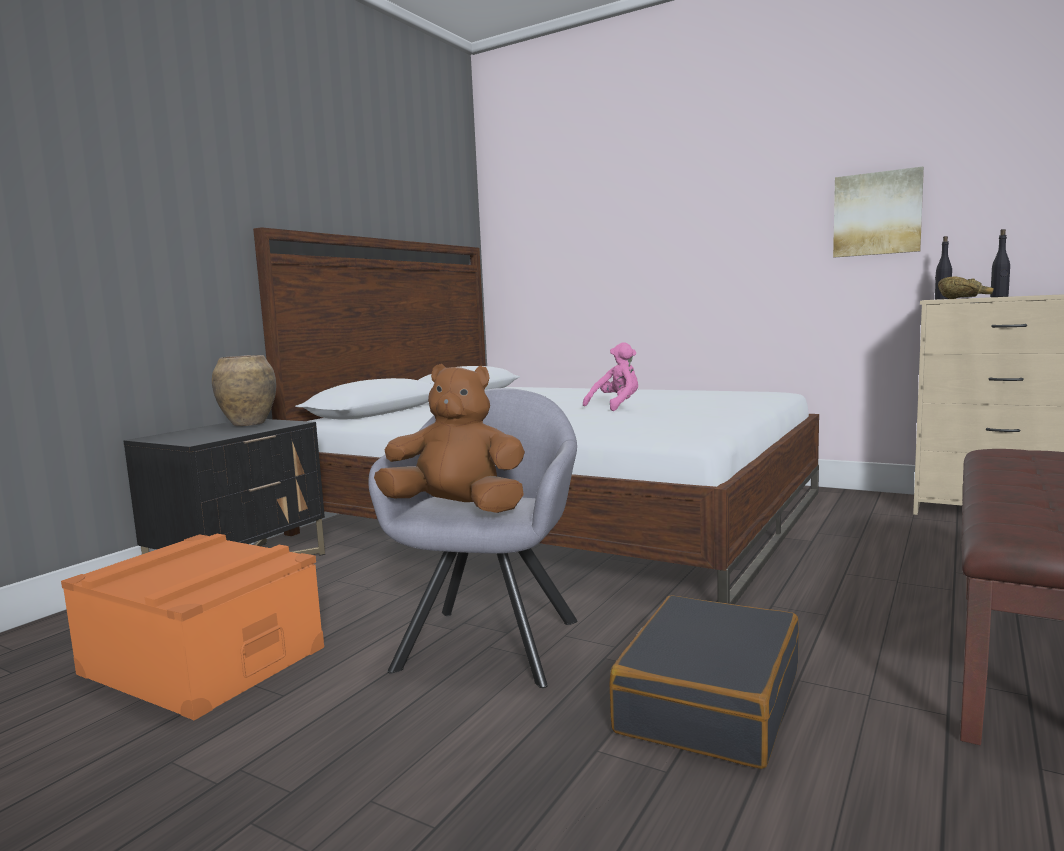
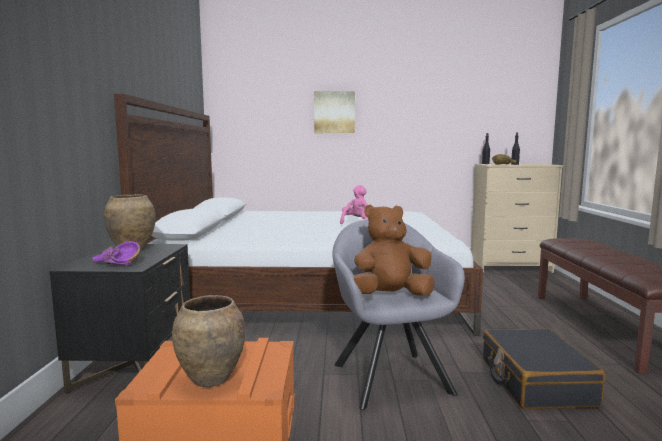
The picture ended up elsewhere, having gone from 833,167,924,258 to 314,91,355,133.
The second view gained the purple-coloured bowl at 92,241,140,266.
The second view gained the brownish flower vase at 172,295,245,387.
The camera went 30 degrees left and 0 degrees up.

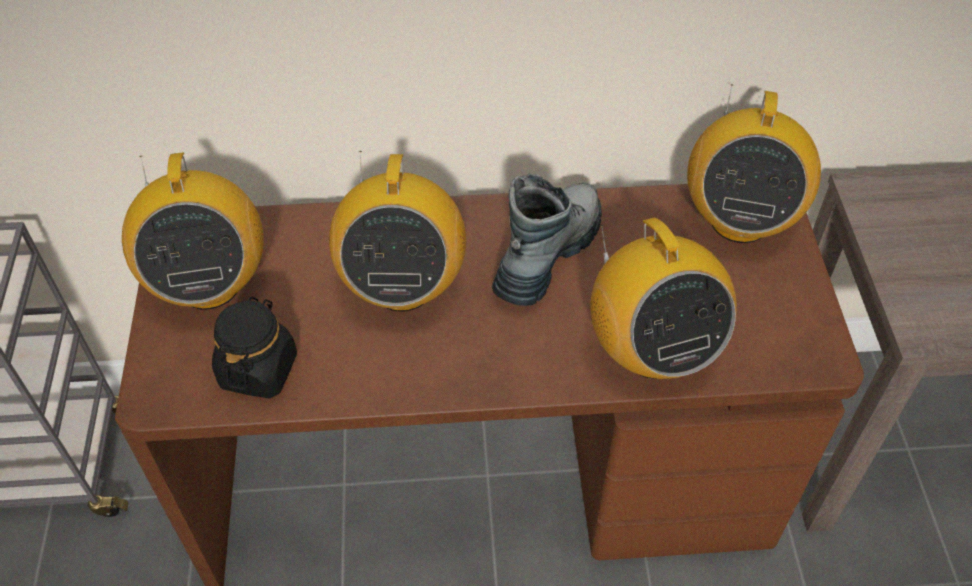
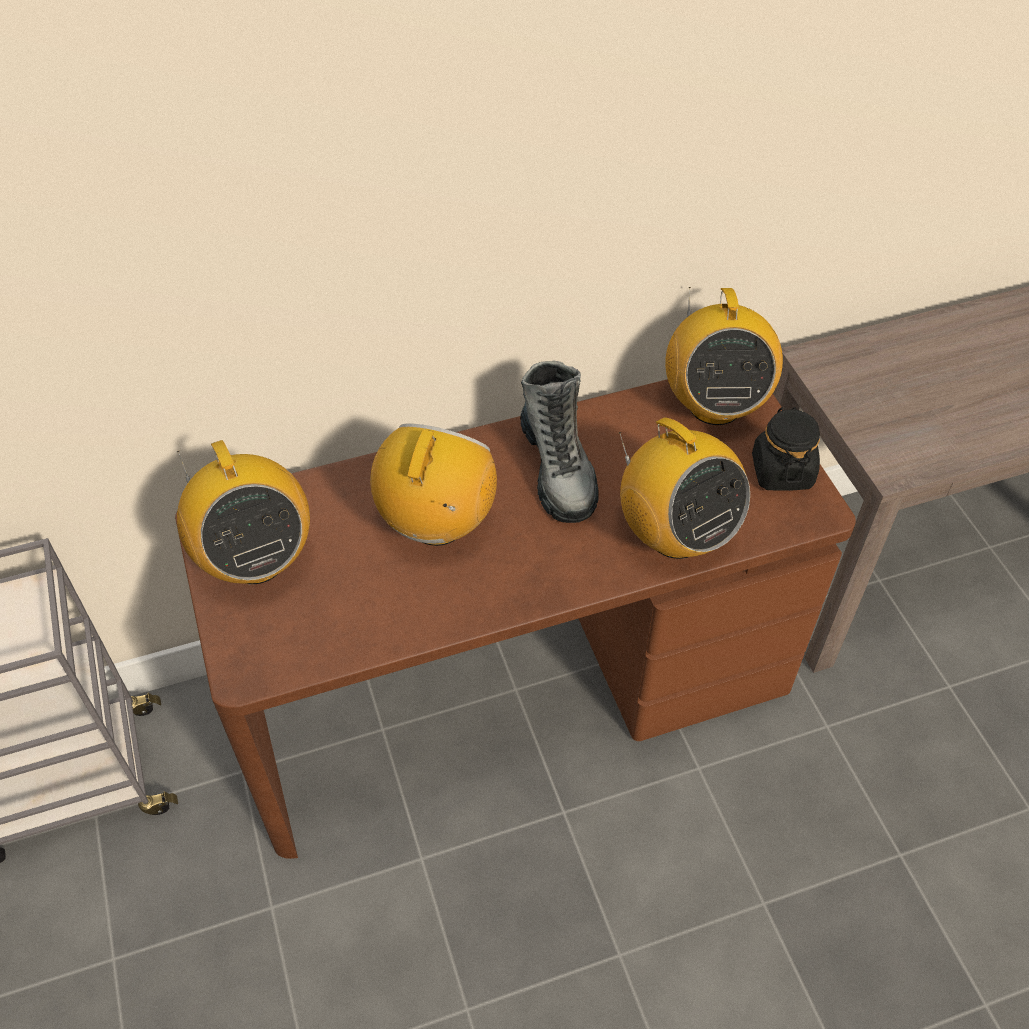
The radio receiver at 329,151,466,312 ended up facing another way, 150 degrees counterclockwise from before.
The tall boot at 492,173,602,306 ended up facing another way, 150 degrees clockwise from before.
The blackish storage jar ended up elsewhere, having gone from 212,297,297,398 to 752,407,820,491.
The camera went 15 degrees left and 0 degrees up.

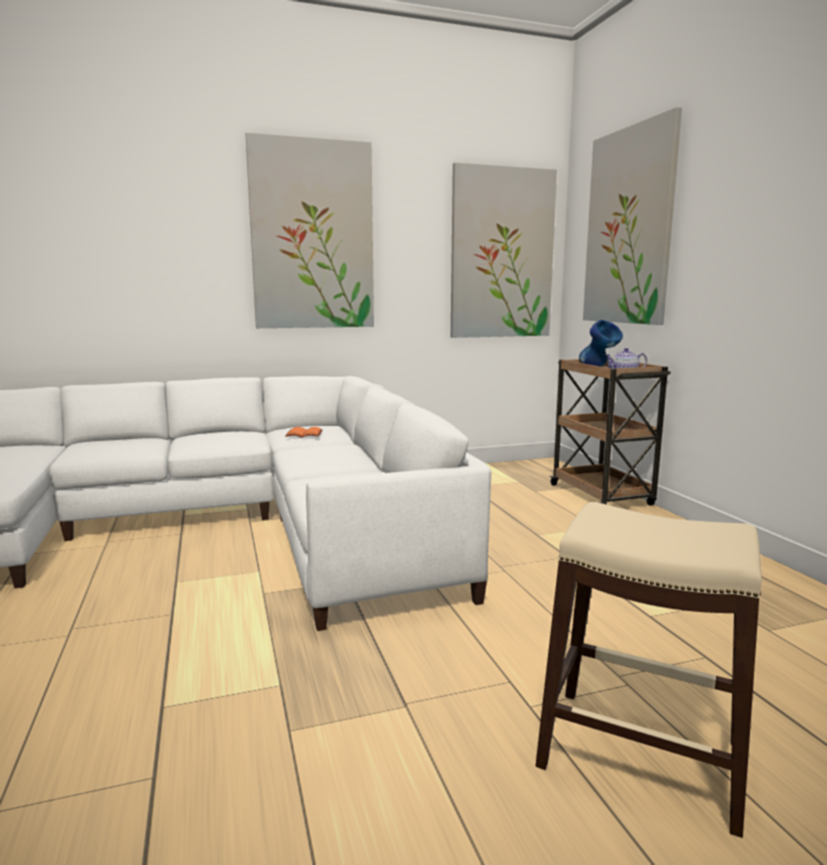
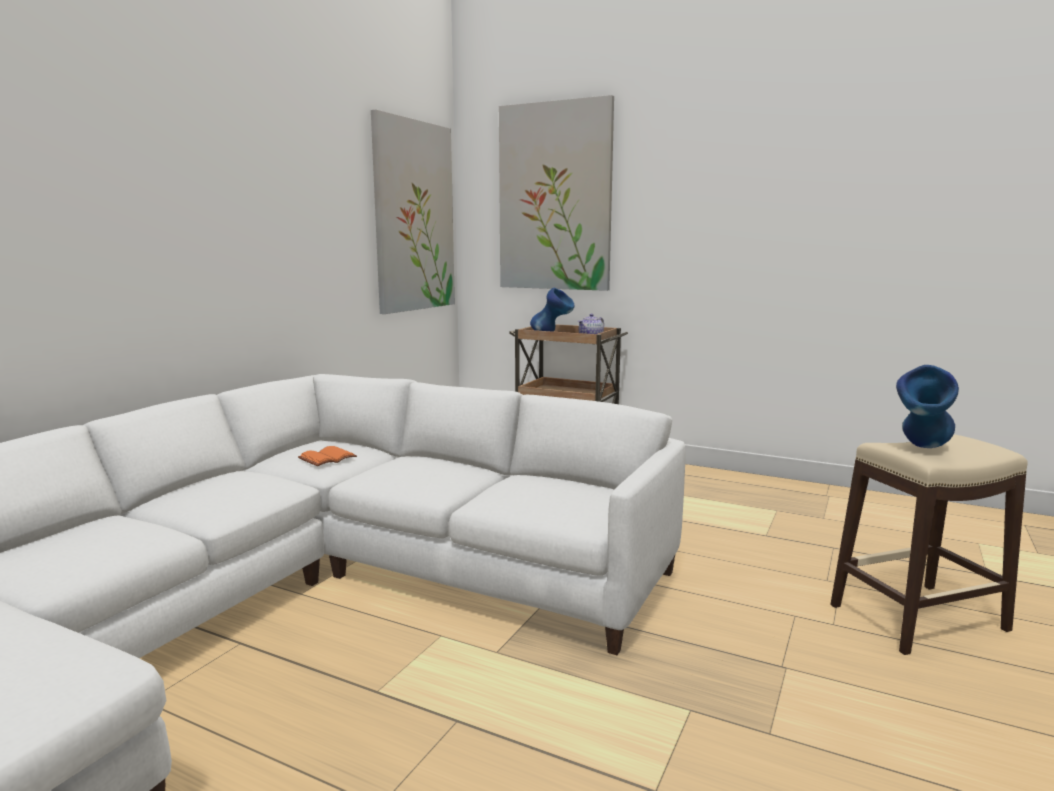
The second view lost the picture at 246,133,374,328.
The second view gained the bluish flower vase at 896,365,959,448.
The camera went 45 degrees left and 0 degrees up.

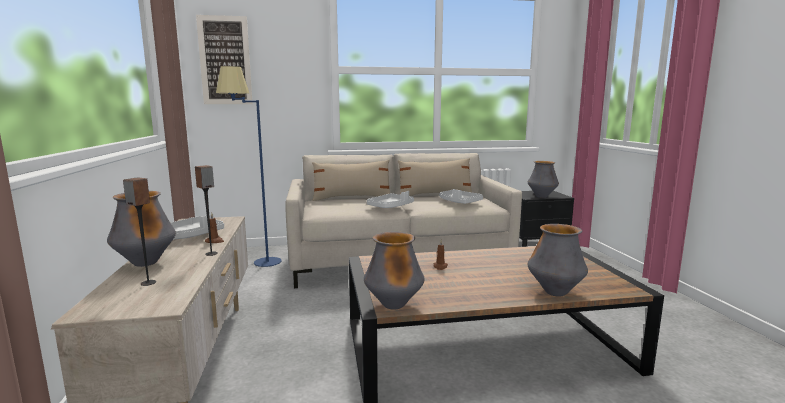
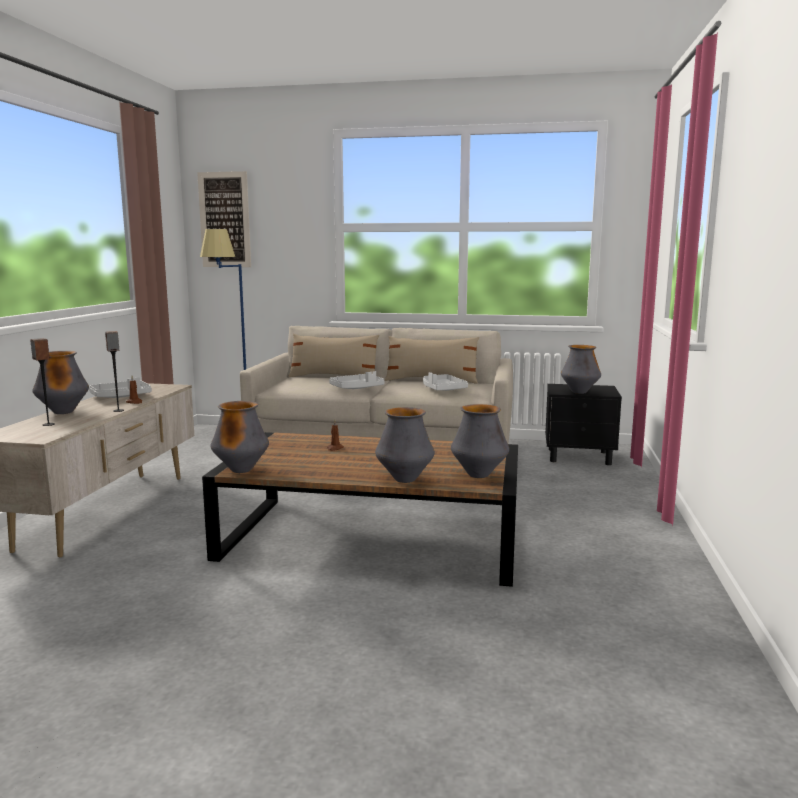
The second view gained the flower vase at 451,404,509,478.
The camera went 20 degrees right and 0 degrees up.

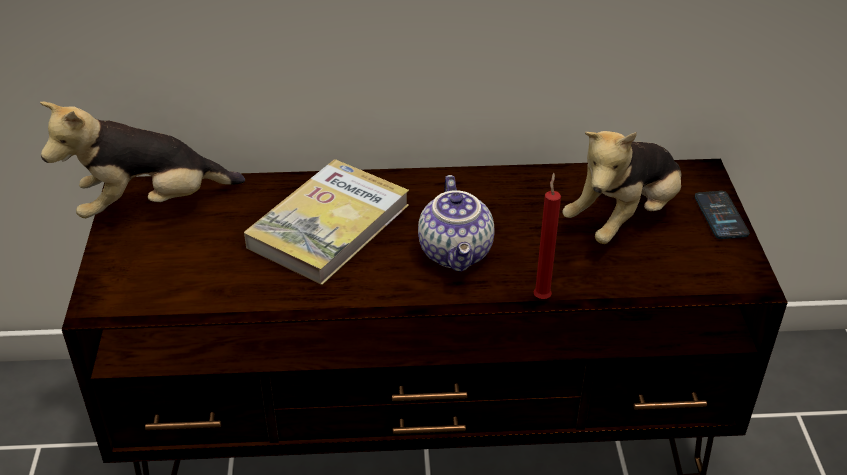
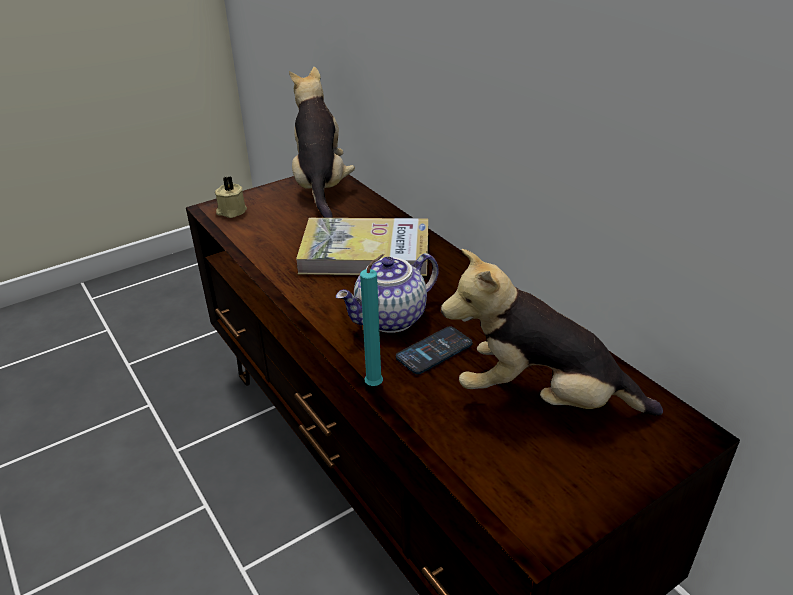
The plush toy at 40,102,245,218 ended up facing another way, 45 degrees clockwise from before.
What was the red wax candle at 533,173,561,299 turned into the turquoise wax candle at 360,254,384,386.
The telephone ended up elsewhere, having gone from 695,191,749,239 to 396,326,472,374.
The second view gained the beige wax candle at 215,176,247,218.
The camera went 60 degrees right and 5 degrees down.

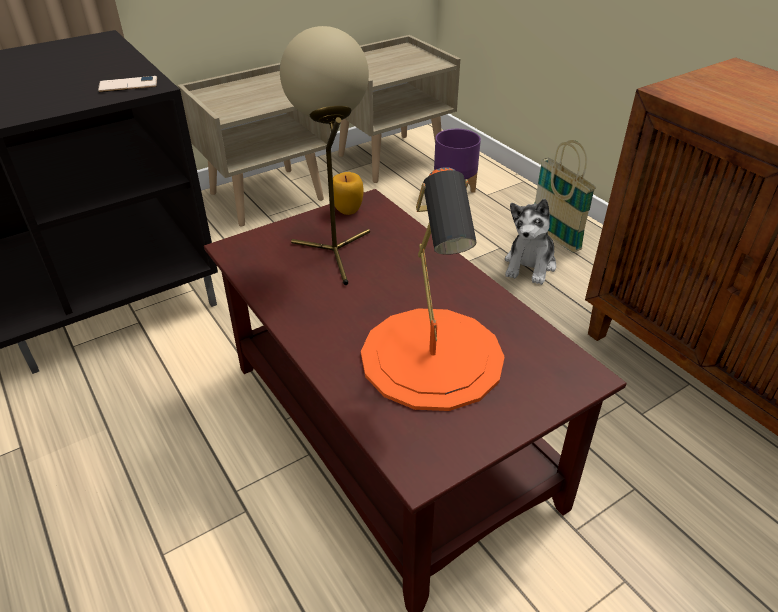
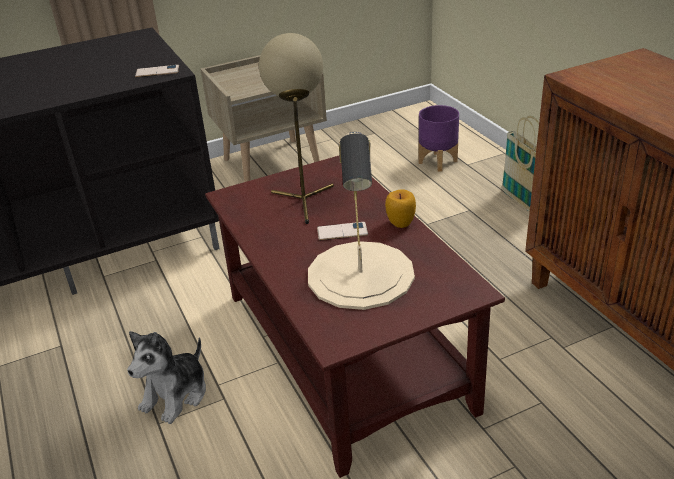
The second view lost the beige nightstand at 338,35,460,183.
What was the orange tabletop lamp at 361,168,505,411 turned into the beige tabletop lamp at 308,132,415,310.
The apple fruit ended up elsewhere, having gone from 333,172,364,215 to 385,189,416,228.
The plush toy ended up elsewhere, having gone from 505,199,556,285 to 127,331,206,424.
The second view gained the telephone at 317,222,368,240.
The camera went 10 degrees right and 5 degrees down.

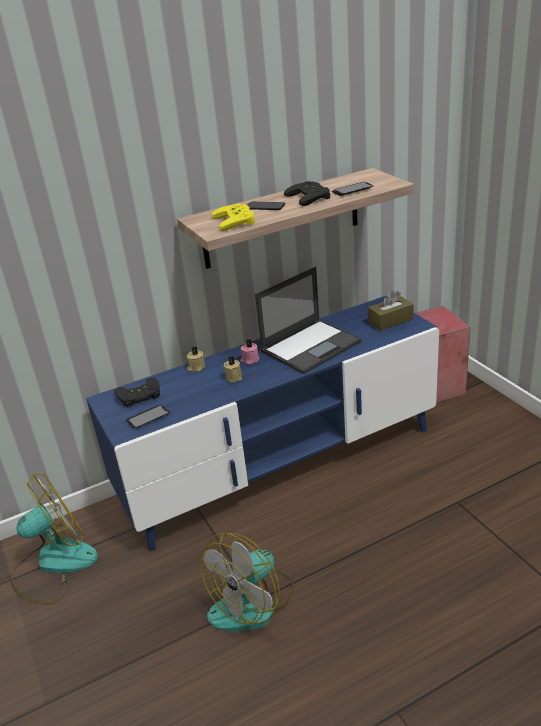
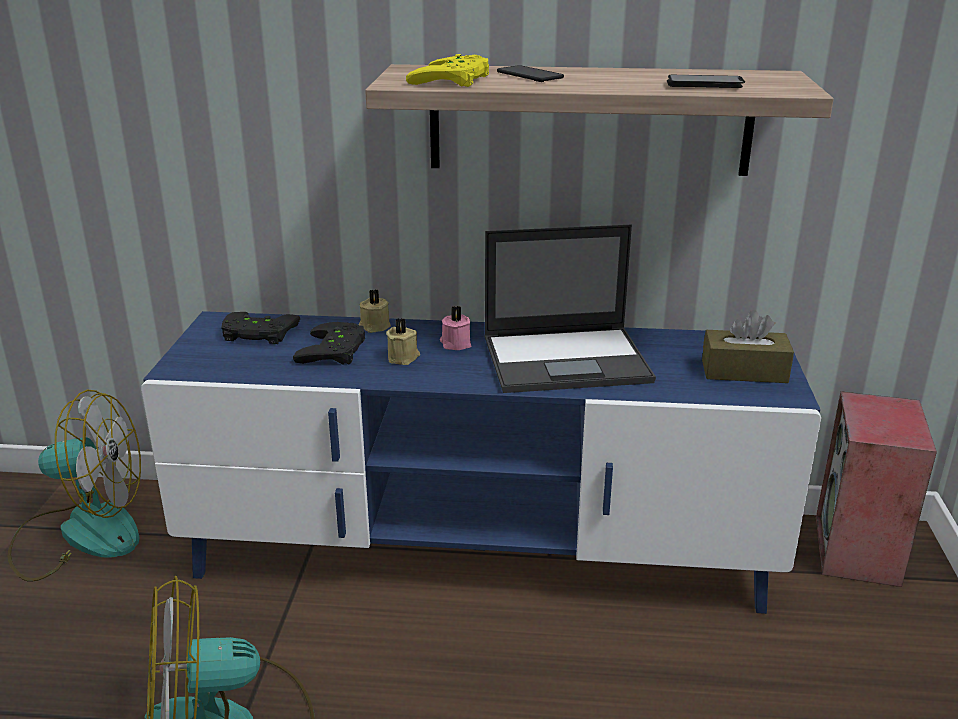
The blackish game controller ended up elsewhere, having gone from 284,181,330,206 to 293,322,365,365.
The second view lost the telephone at 126,405,169,428.
The camera went 30 degrees right and 5 degrees down.

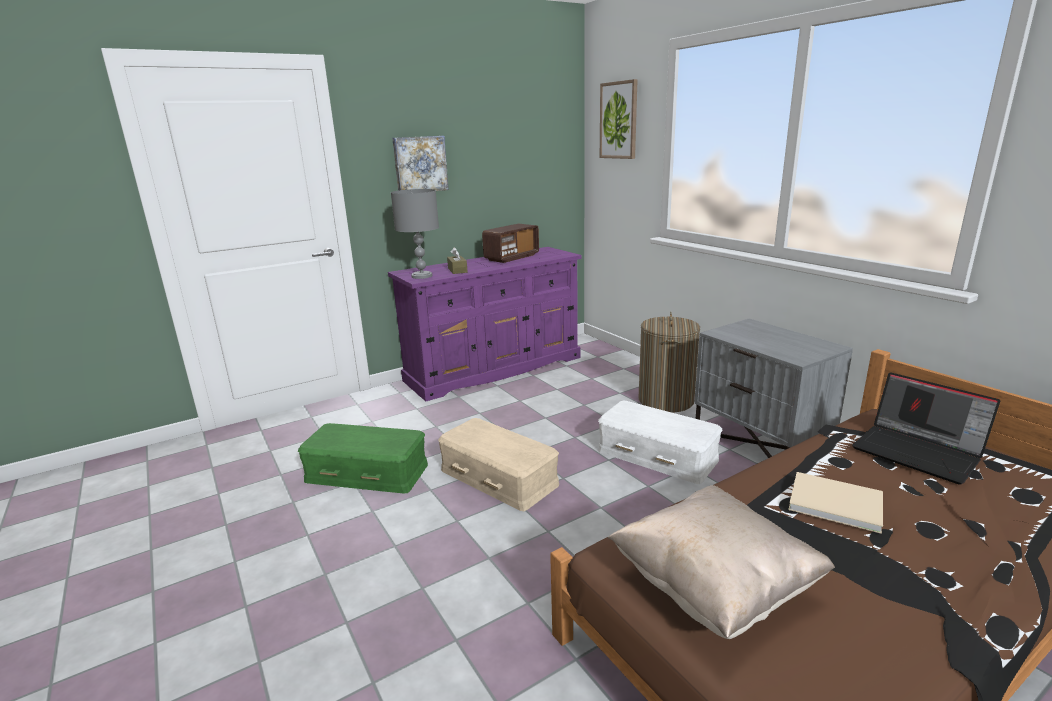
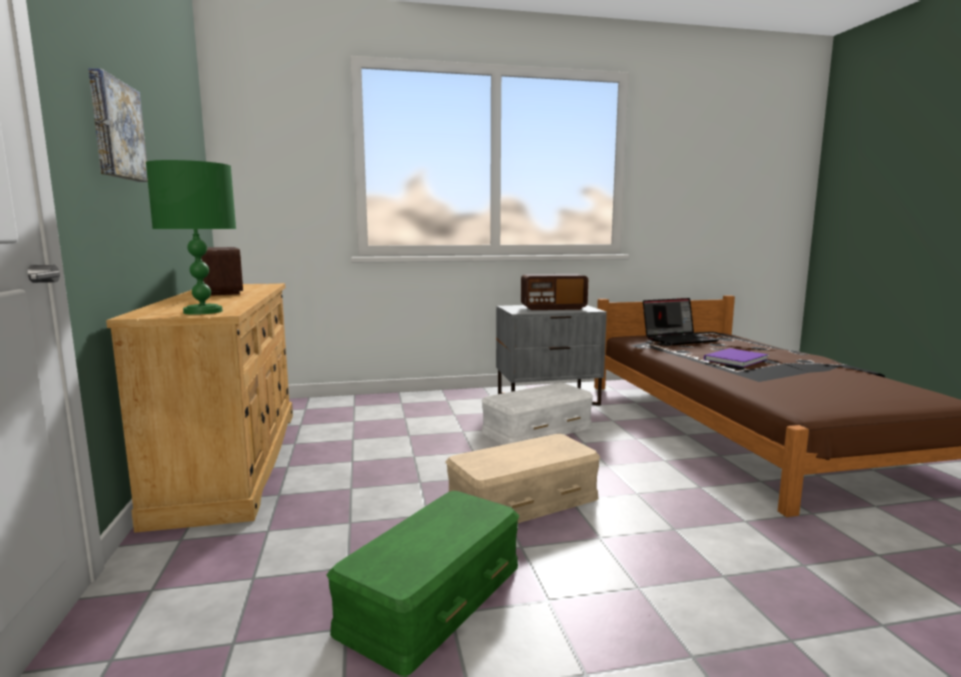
The second view lost the picture at 600,79,638,159.
What was the grey tabletop lamp at 391,189,439,279 turned into the green tabletop lamp at 146,160,236,315.
What was the purple-coloured dresser at 388,247,581,401 turned into the beige dresser at 106,283,293,533.
The second view lost the brownish box of tissues at 447,247,467,274.
The second view lost the washing basket at 638,312,700,413.
What was the beige volume at 788,472,883,534 turned into the purple-coloured volume at 704,348,768,367.
The second view lost the beige cushion at 608,485,835,639.
The second view gained the radio receiver at 521,274,588,310.
The camera went 70 degrees left and 10 degrees down.

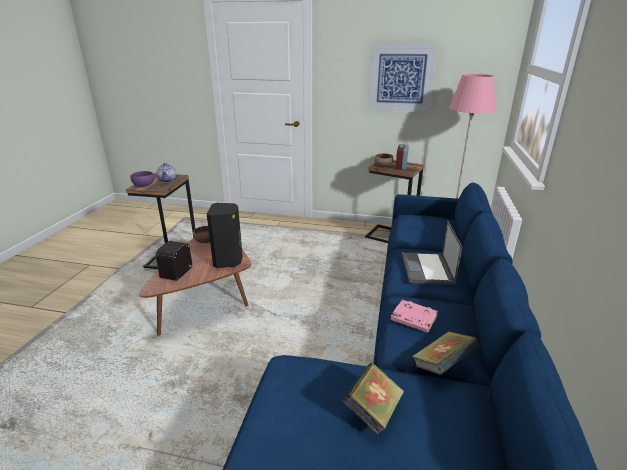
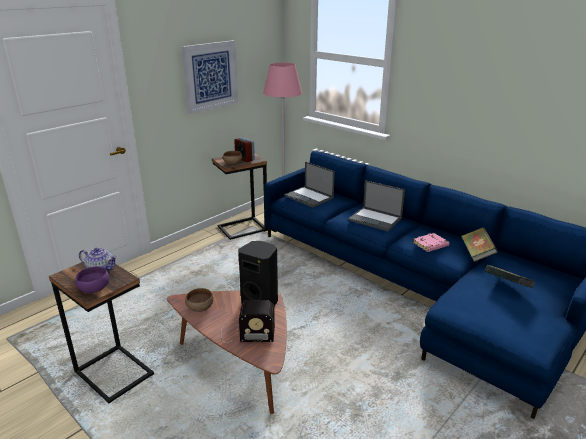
The radio receiver at 156,241,208,281 ended up facing another way, 45 degrees counterclockwise from before.
The second view gained the portable computer at 284,162,335,207.
The camera went 60 degrees left and 0 degrees up.

